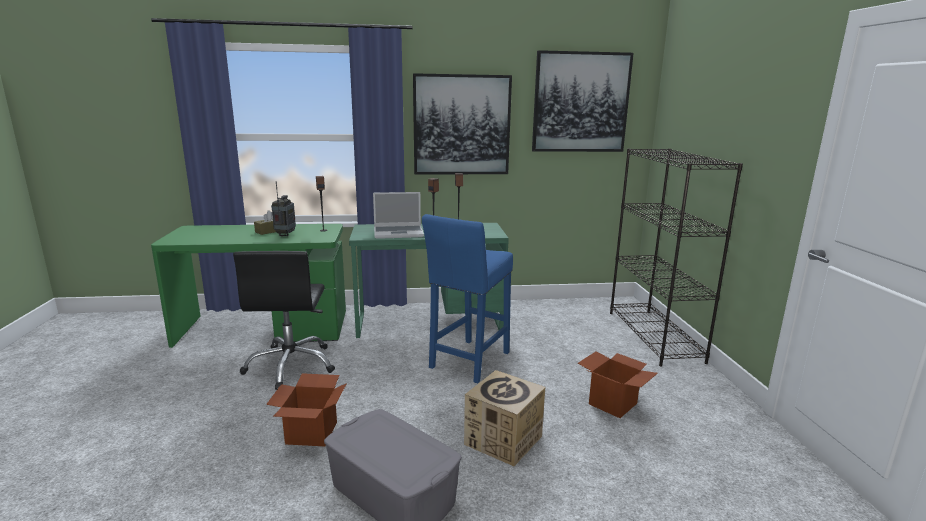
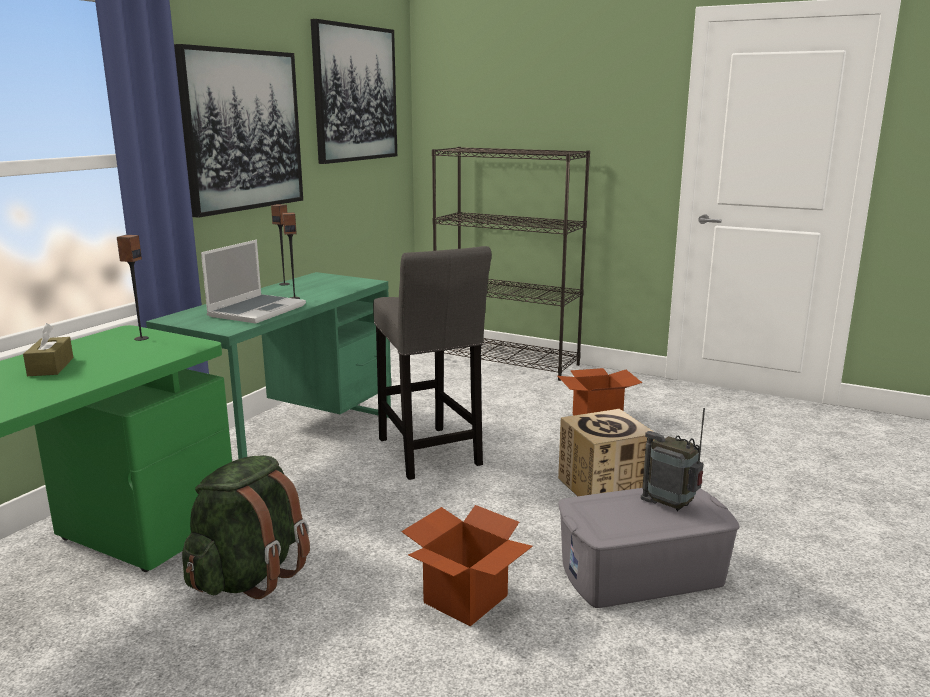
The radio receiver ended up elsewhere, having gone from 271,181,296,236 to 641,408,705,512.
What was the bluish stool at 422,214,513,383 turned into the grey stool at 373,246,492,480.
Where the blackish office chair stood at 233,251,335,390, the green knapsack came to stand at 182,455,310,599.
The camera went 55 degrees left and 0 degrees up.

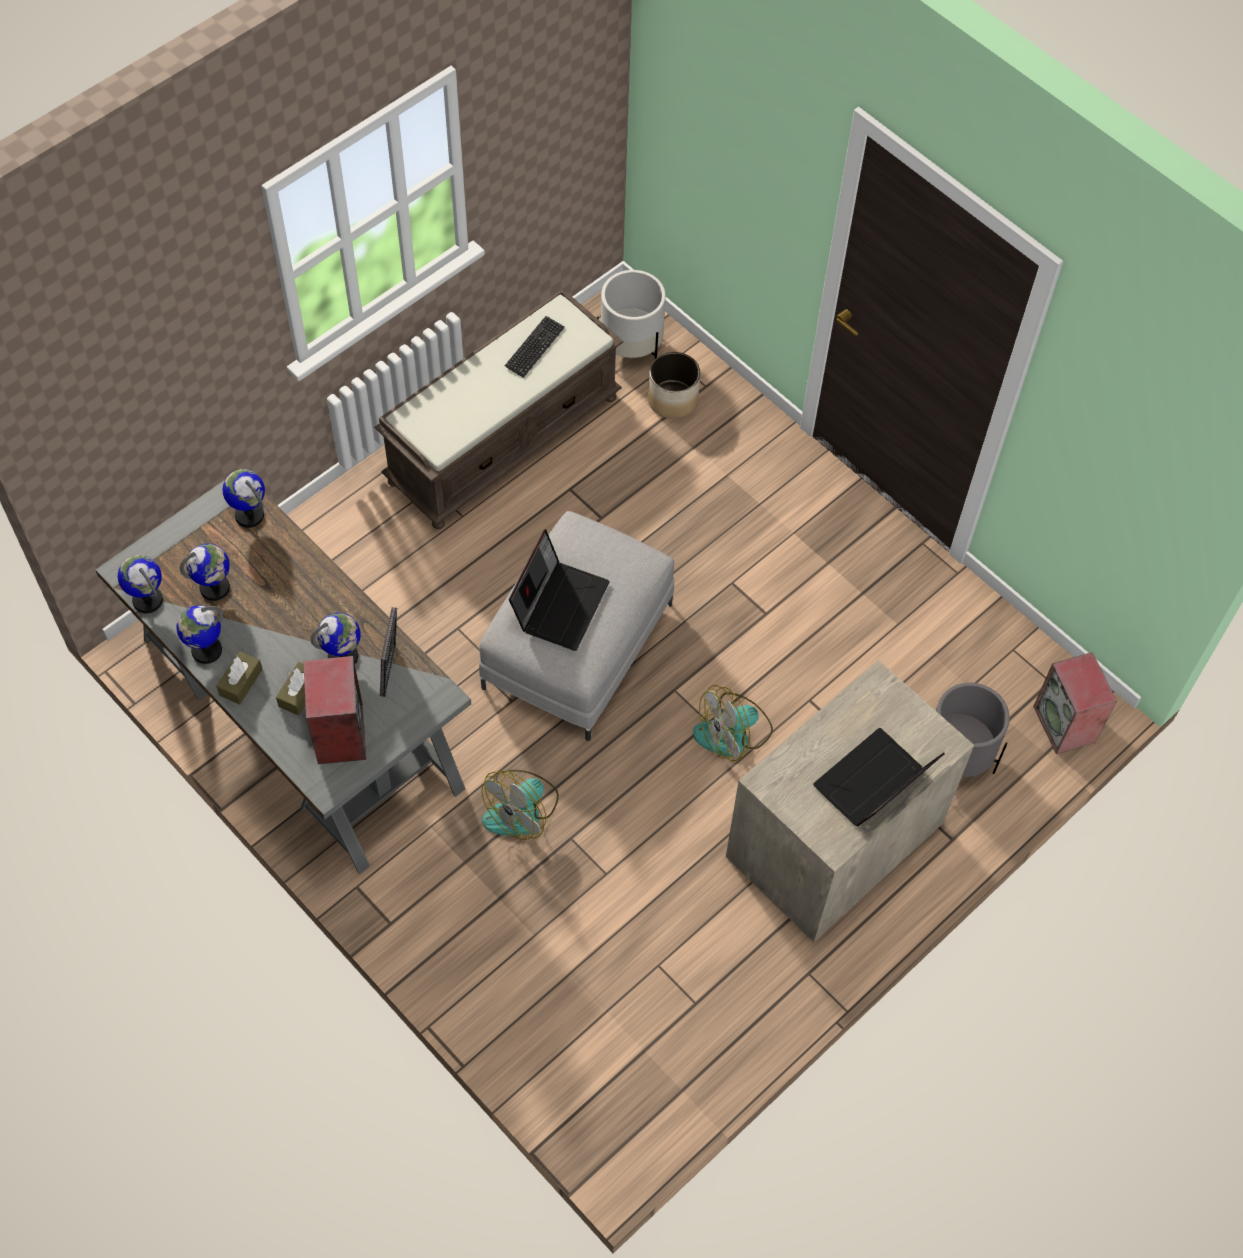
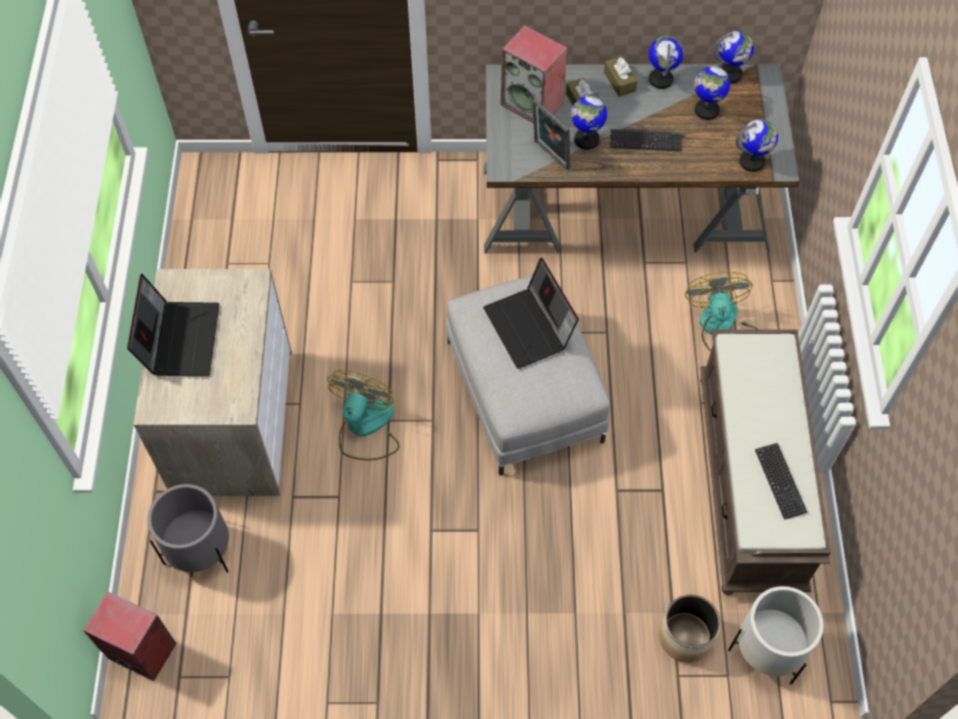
The fan ended up elsewhere, having gone from 482,770,559,840 to 685,272,757,352.
The second view gained the keyboard at 610,129,681,152.
The camera went 135 degrees right and 0 degrees up.

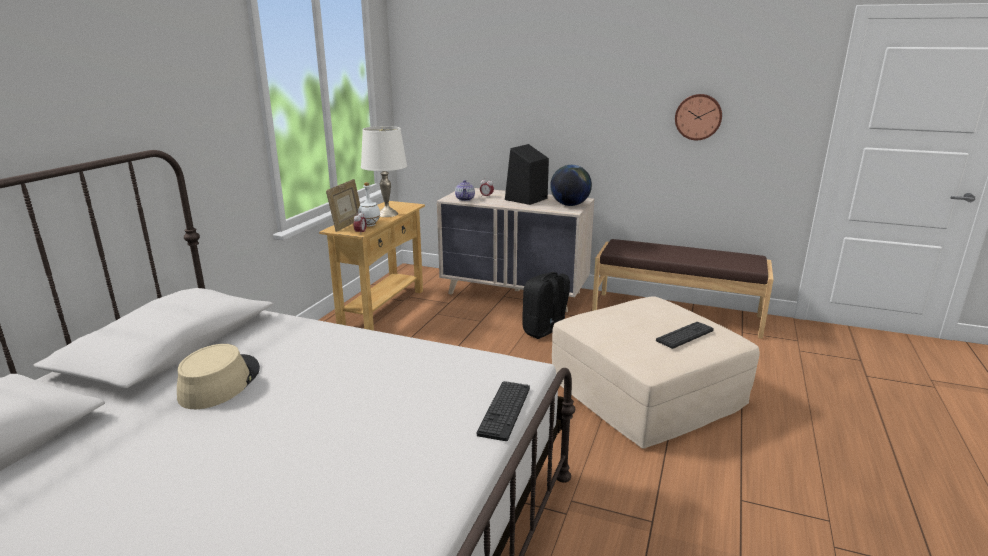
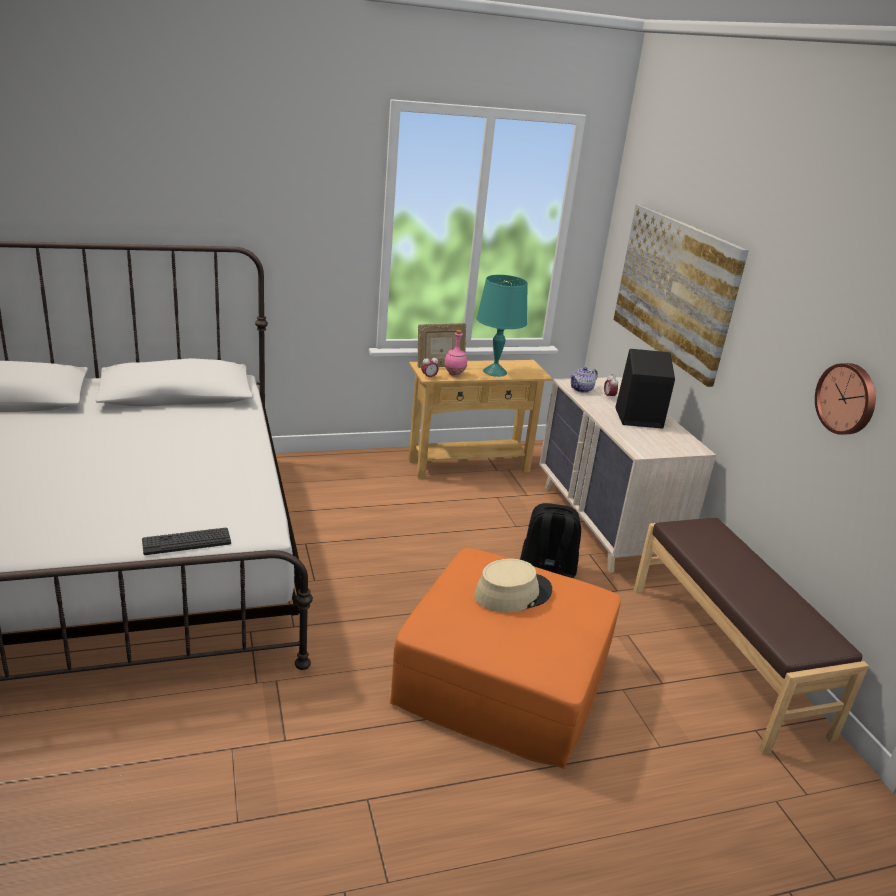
What was the whitish tabletop lamp at 361,126,407,217 turned into the turquoise tabletop lamp at 476,275,528,377.
The second view lost the desk globe at 550,165,592,206.
What was the whitish beverage bottle at 358,182,380,226 turned into the pink beverage bottle at 444,330,467,376.
What was the beige ottoman at 552,296,760,449 turned into the orange ottoman at 390,548,621,769.
The second view lost the keyboard at 656,322,714,349.
The beige clothing hat ended up elsewhere, having gone from 177,344,260,409 to 474,559,552,612.
The second view gained the picture at 614,204,749,387.
The camera went 50 degrees right and 5 degrees up.

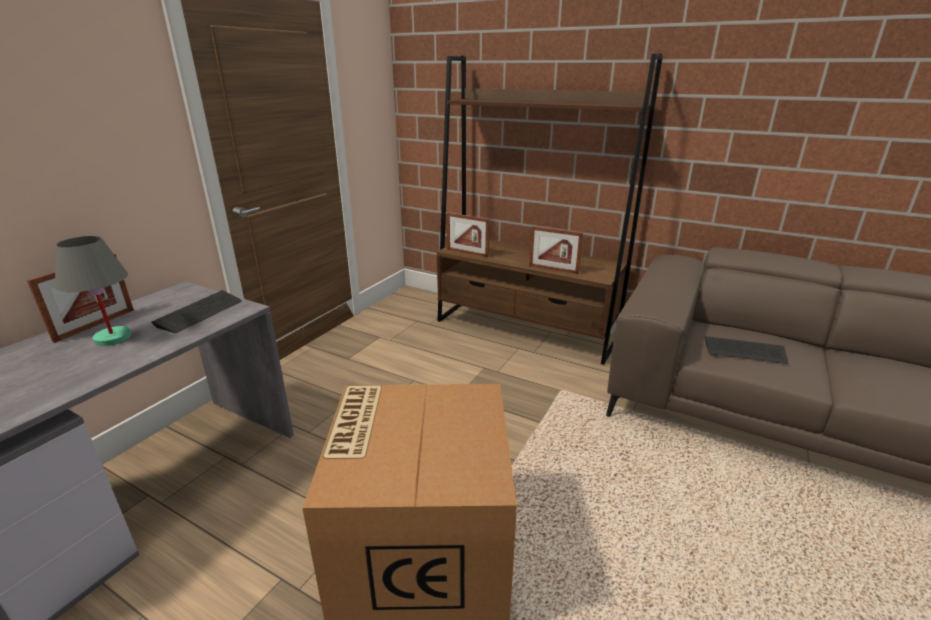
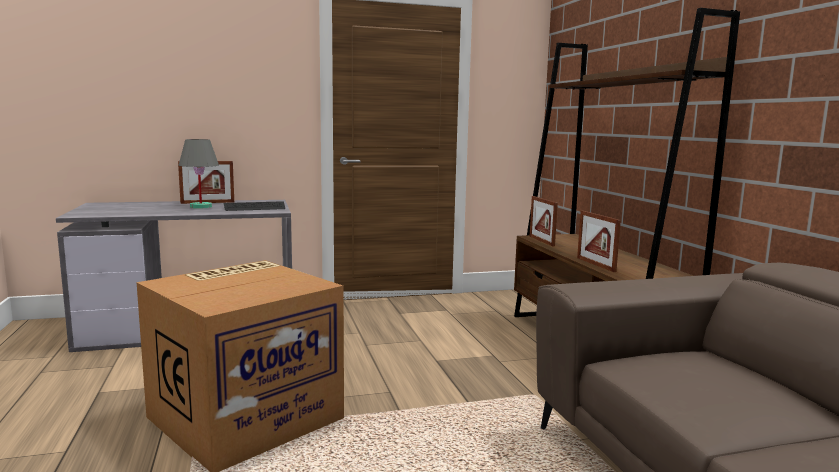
The second view lost the keyboard at 705,336,788,364.
The camera went 45 degrees right and 15 degrees down.

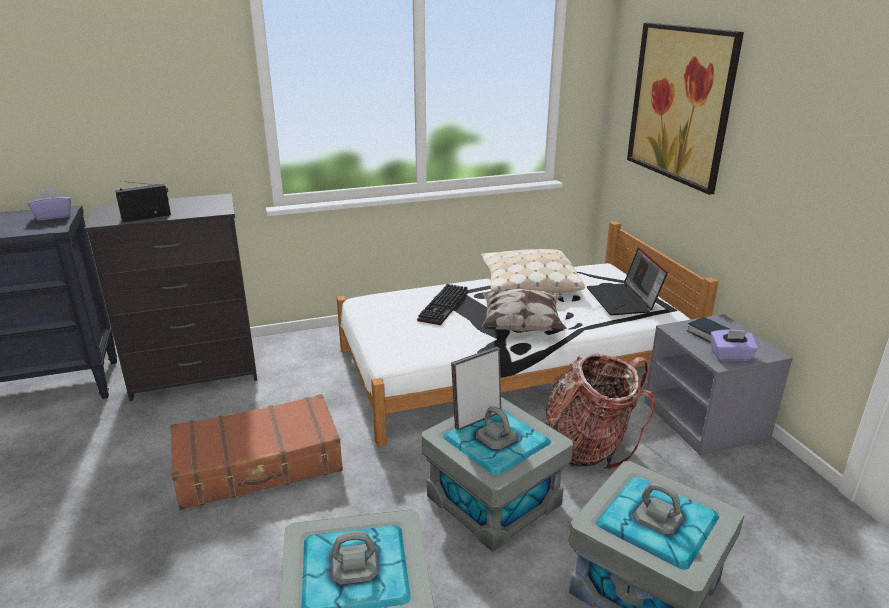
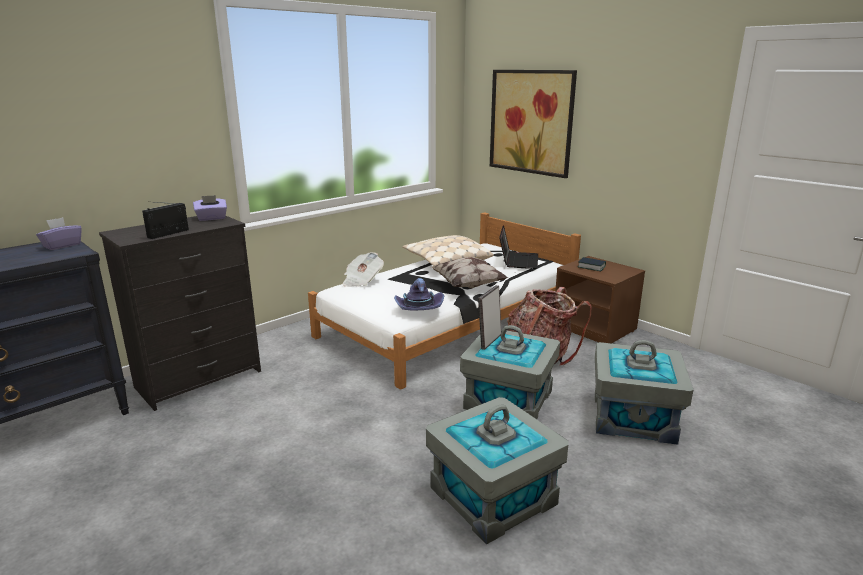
The portable computer at 587,248,668,315 ended up facing another way, 135 degrees counterclockwise from before.
The second view lost the keyboard at 417,284,468,325.
What was the grey nightstand at 644,314,793,456 turned into the brownish nightstand at 555,256,645,343.
The purple-coloured box of tissues ended up elsewhere, having gone from 711,329,758,361 to 193,195,227,221.
The second view lost the brownish suitcase at 170,394,343,510.
The second view gained the daily paper at 342,252,384,287.
The second view gained the purple-coloured clothing hat at 394,278,444,311.
The camera went 25 degrees left and 5 degrees down.

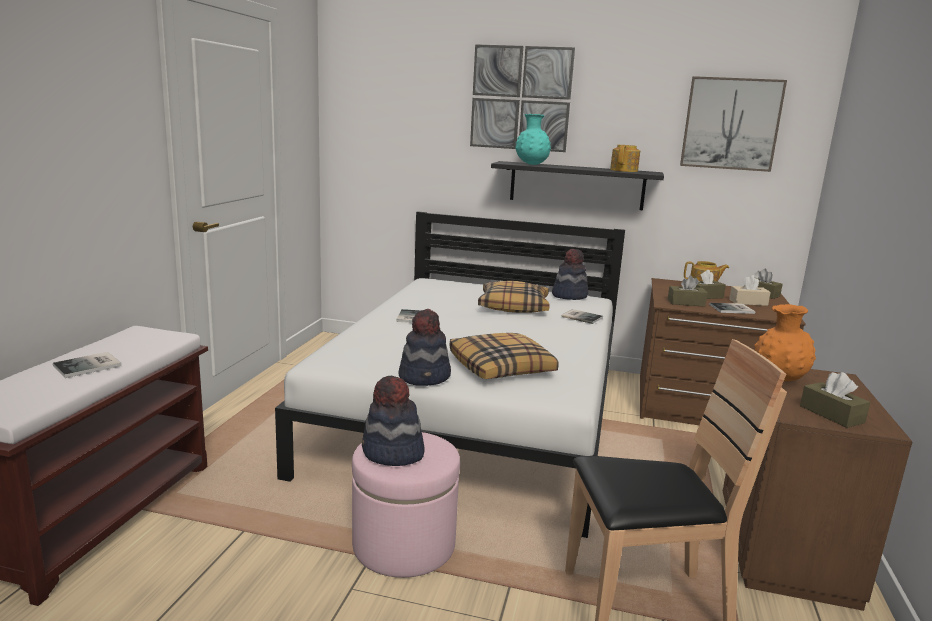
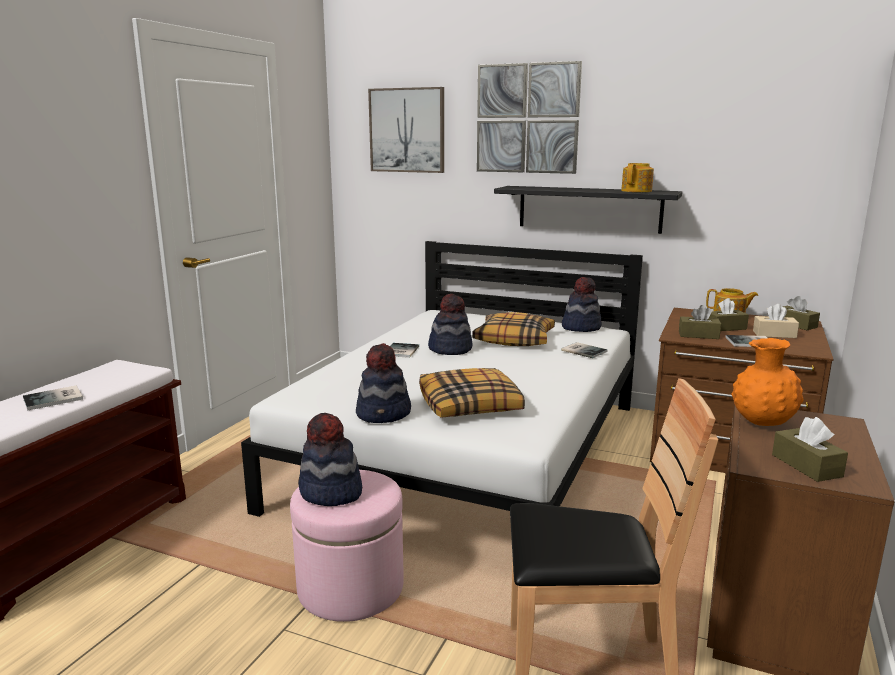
The picture ended up elsewhere, having gone from 680,76,787,172 to 368,87,444,173.
The second view lost the turquoise flower vase at 515,114,551,165.
The second view gained the clothing hat at 428,294,473,355.
The camera went 10 degrees right and 0 degrees up.

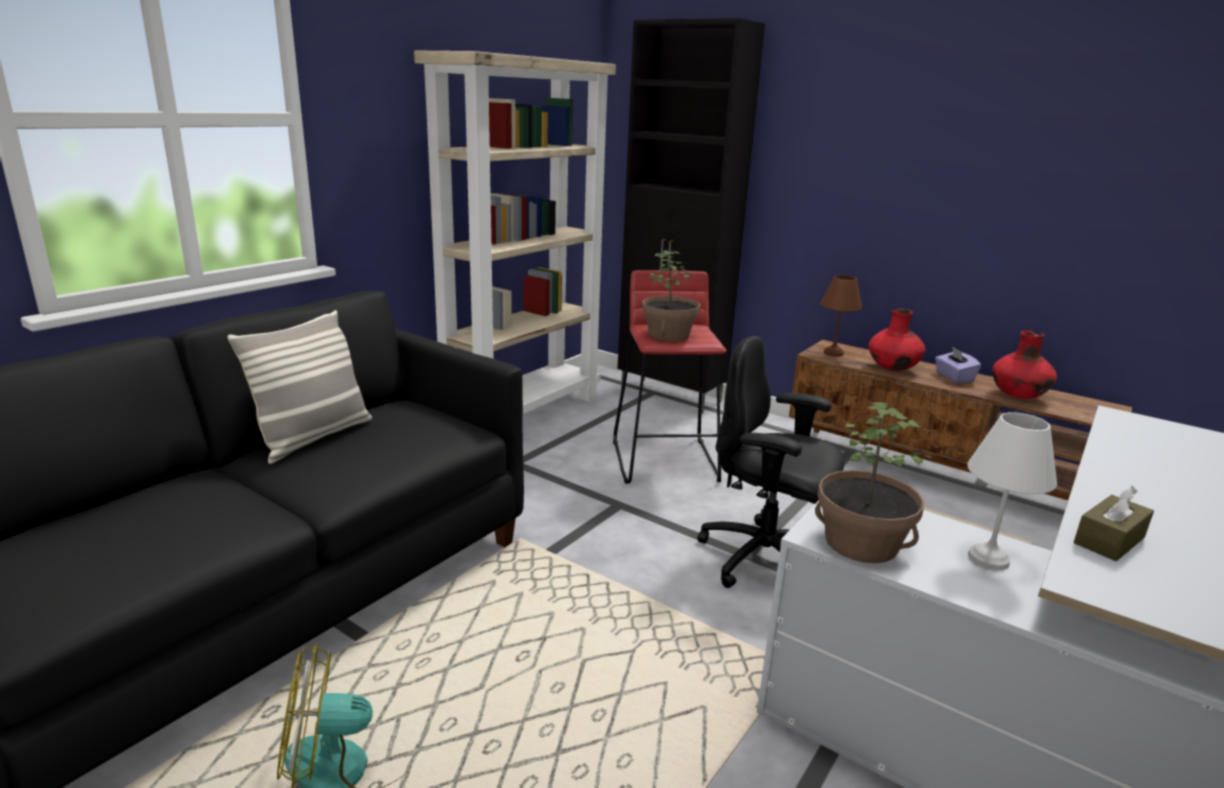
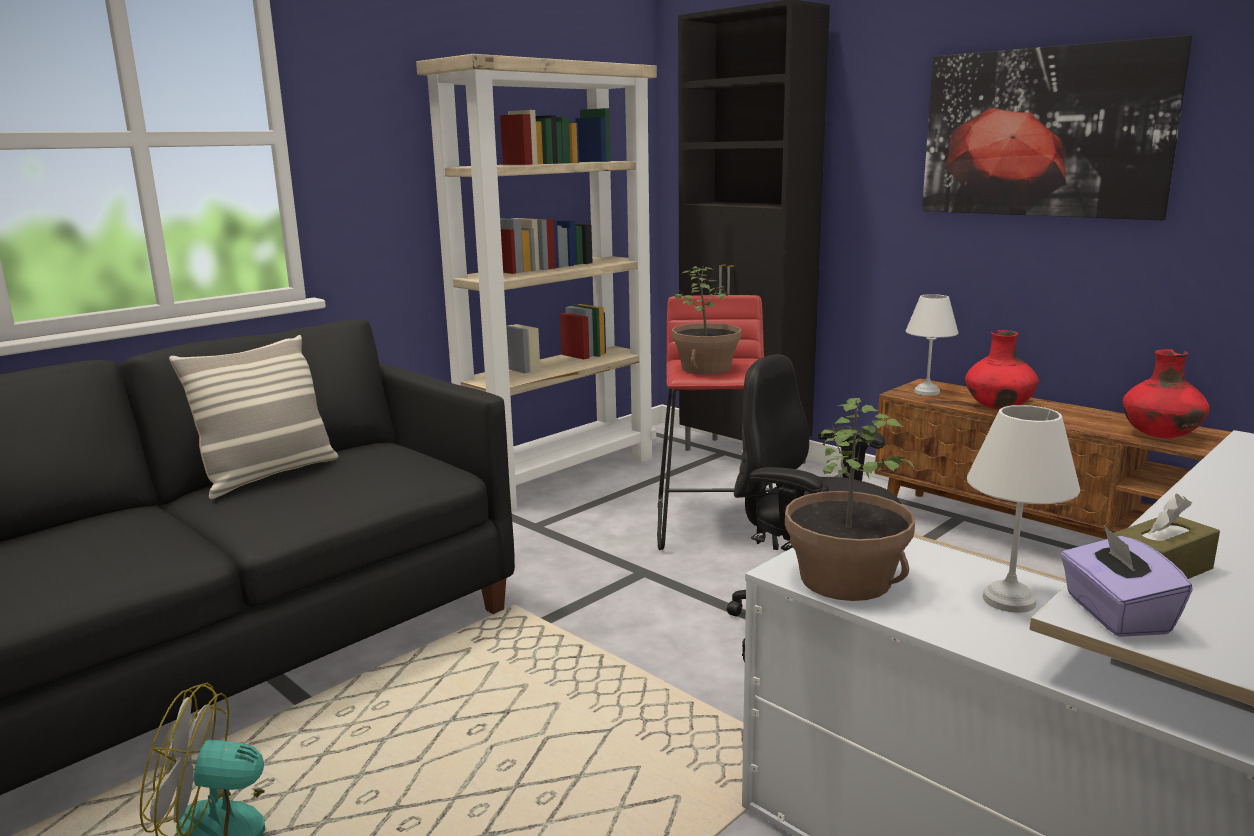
What was the brownish tabletop lamp at 820,275,862,357 turned into the whitish tabletop lamp at 906,294,958,396.
The purple-coloured box of tissues ended up elsewhere, having gone from 935,346,981,383 to 1060,525,1193,637.
The second view gained the picture at 922,35,1192,220.
The camera went 10 degrees right and 5 degrees down.

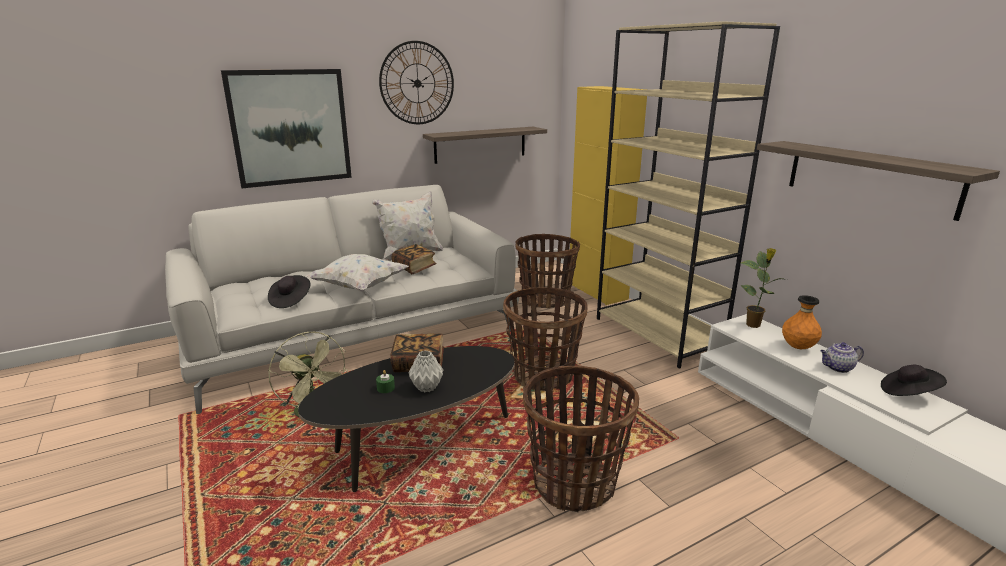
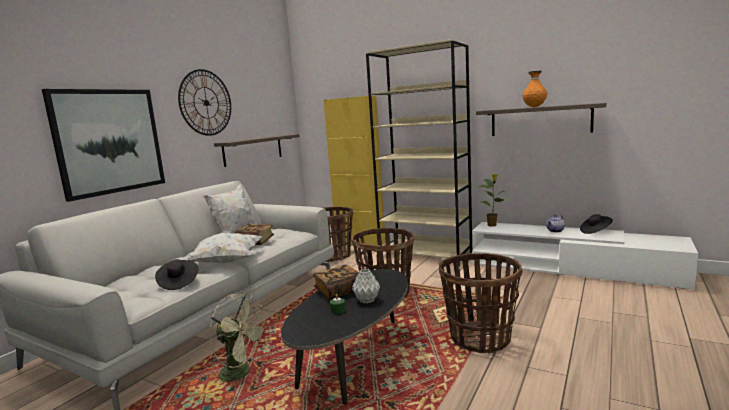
The orange flower vase ended up elsewhere, having gone from 782,295,822,349 to 522,71,547,107.
The camera went 30 degrees left and 10 degrees down.

